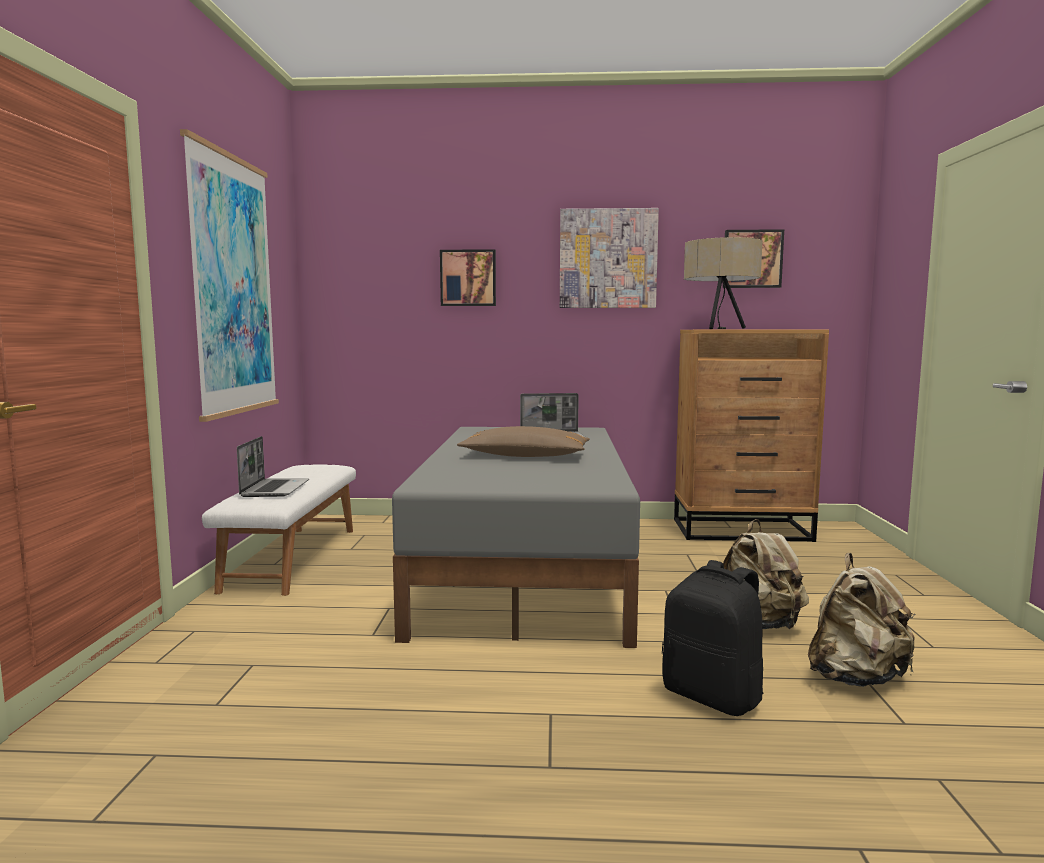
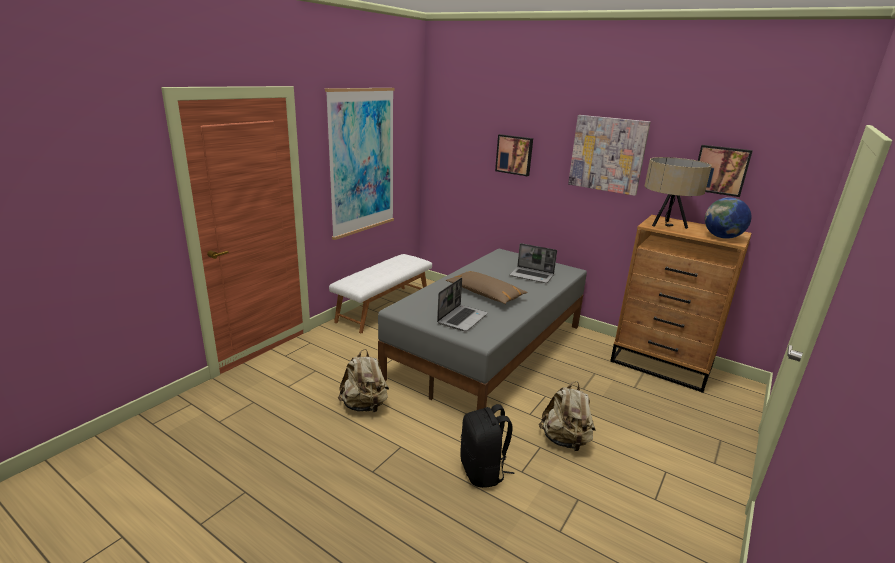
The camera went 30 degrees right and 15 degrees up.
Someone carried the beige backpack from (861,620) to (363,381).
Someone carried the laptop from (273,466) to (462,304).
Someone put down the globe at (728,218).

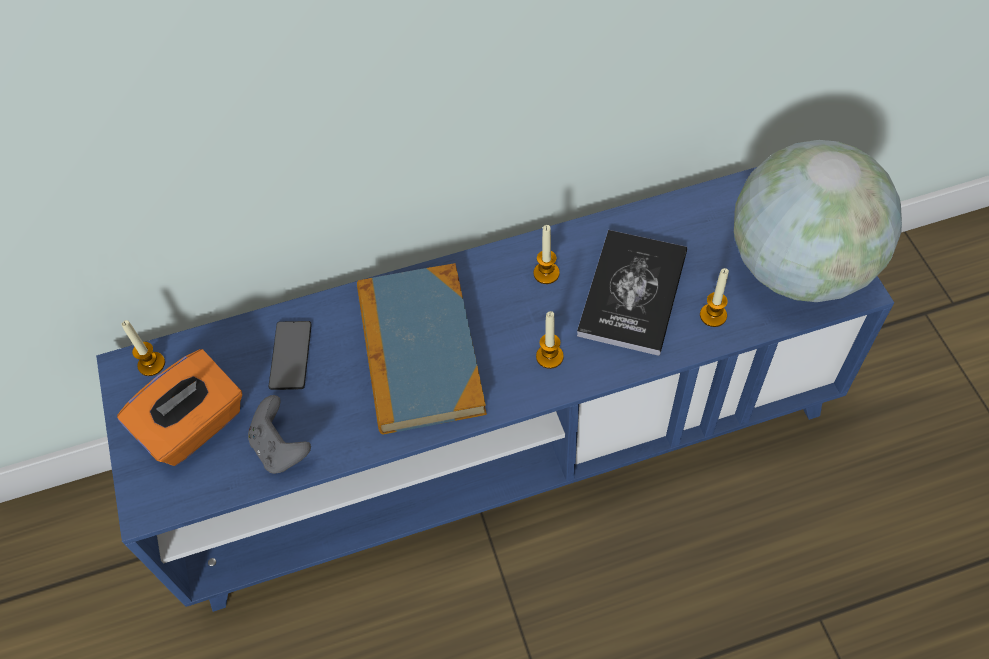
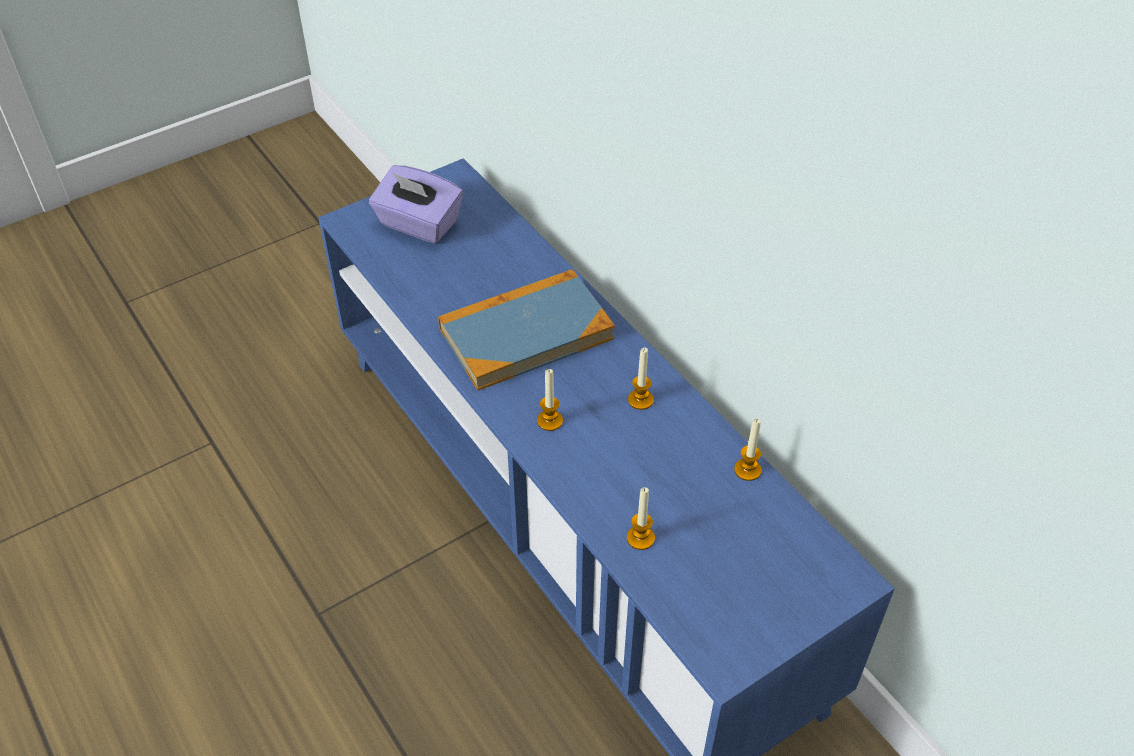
The camera went 70 degrees right and 10 degrees down.
Someone repainted the orange tissue box at (179,407), which became the purple tissue box at (416,204).
Someone carried the candle from (143,348) to (747,449).
Someone took away the grey game controller at (279,434).
Someone took away the phone at (290,355).
Someone took away the book at (632,293).
Someone took away the globe at (818,221).

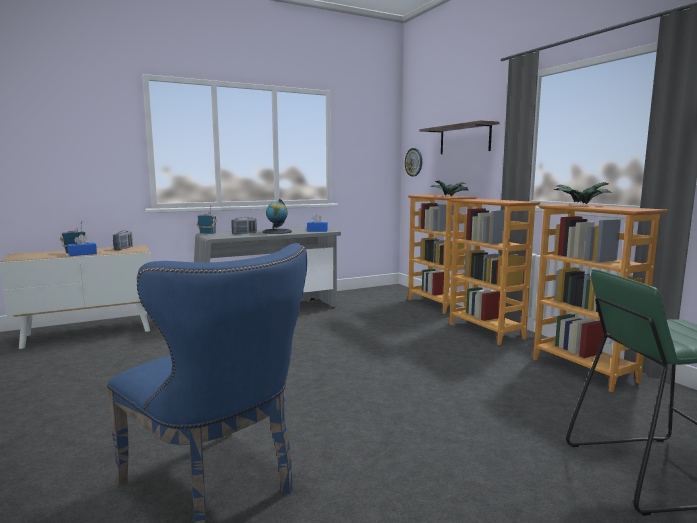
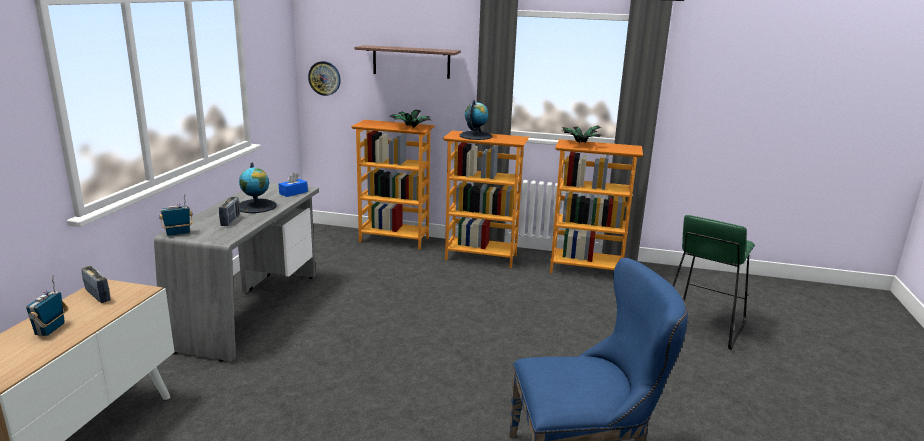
The camera went 50 degrees left and 10 degrees up.
Someone put down the globe at (476,120).
Someone took away the blue tissue box at (82,245).

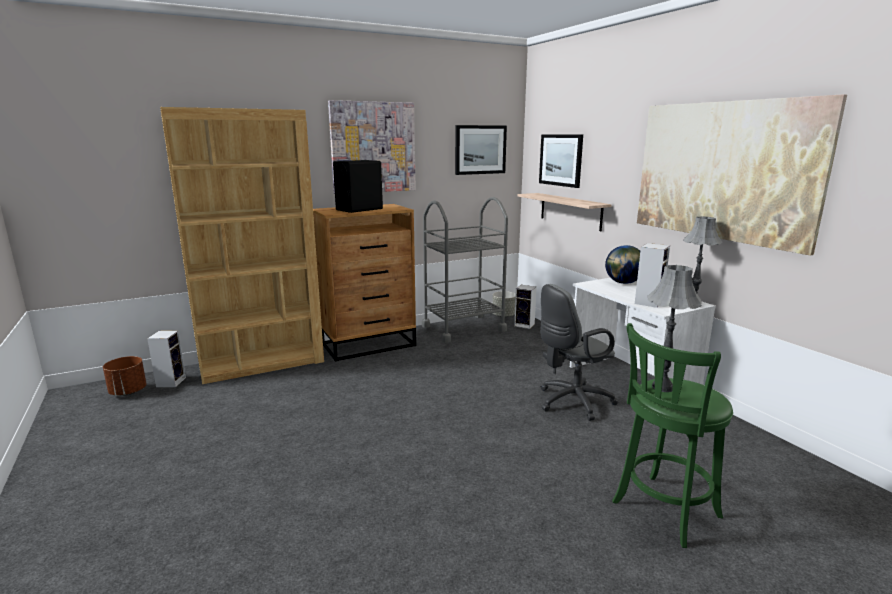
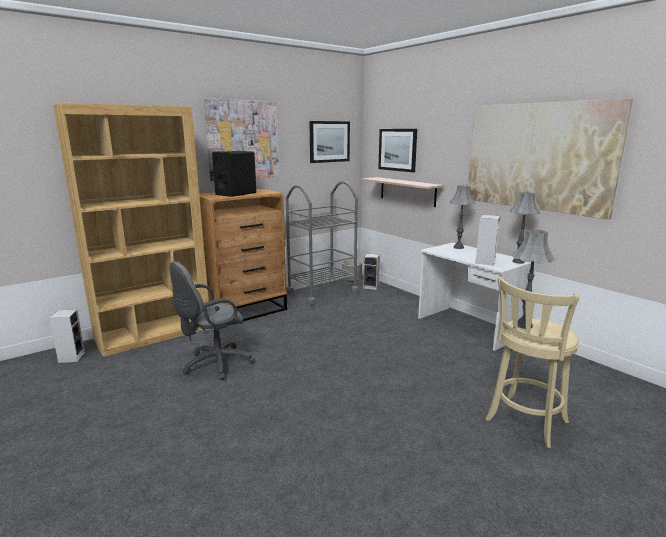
The camera went 10 degrees left and 0 degrees up.
Someone carried the grey office chair from (579,352) to (212,321).
Someone swapped the globe at (622,264) for the grey table lamp at (462,217).
Someone repainted the green stool at (672,435), which became the beige stool at (532,362).
Someone took away the brown planter at (124,376).

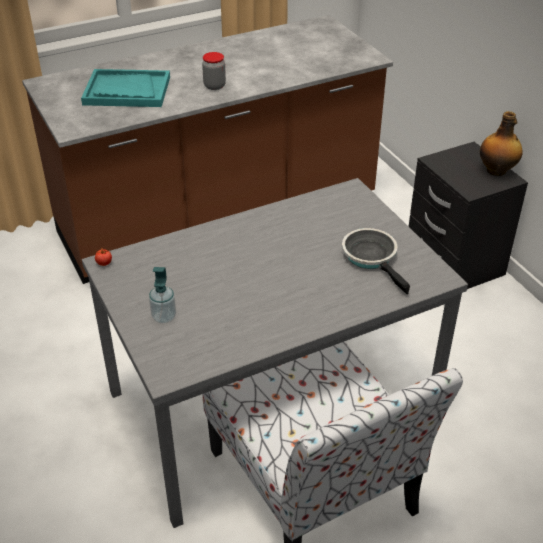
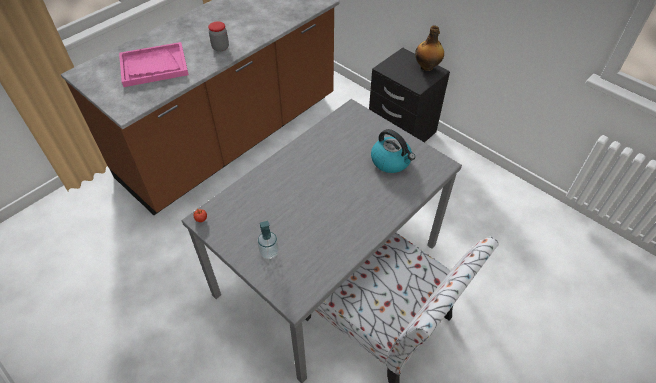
The camera went 20 degrees left and 10 degrees up.
Someone repainted the turquoise tray at (125,88), which became the pink tray at (154,64).
Someone swapped the frying pan at (376,261) for the kettle at (393,151).

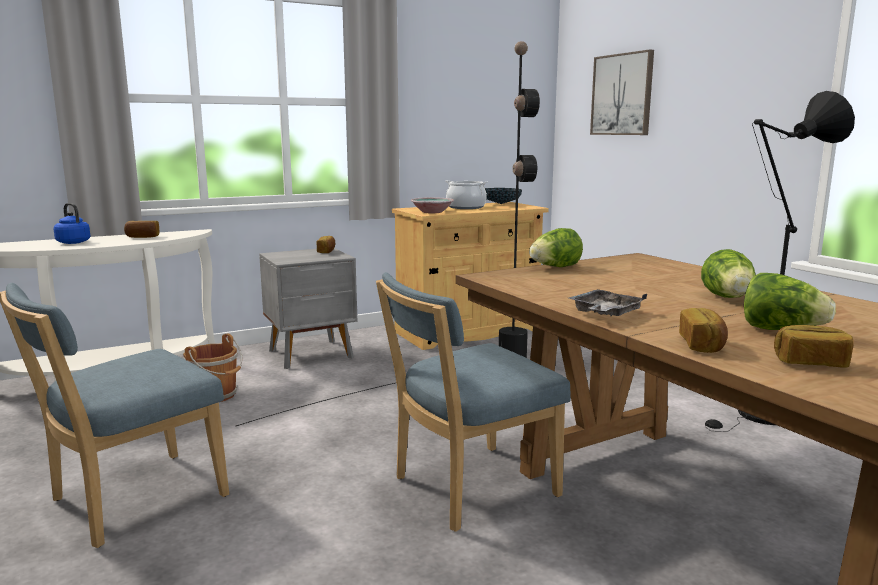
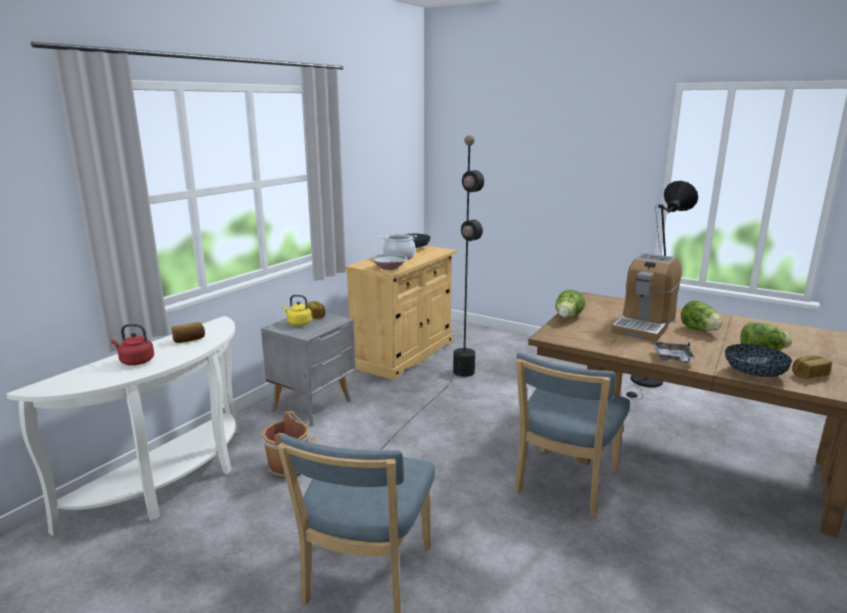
The camera went 30 degrees left and 5 degrees up.
Someone repainted the blue kettle at (72,223), which became the red kettle at (132,344).
Someone put down the yellow kettle at (297,310).
Someone put down the coffee machine at (646,297).
Someone swapped the bread at (703,330) for the bowl at (758,360).
Someone took away the picture at (622,92).

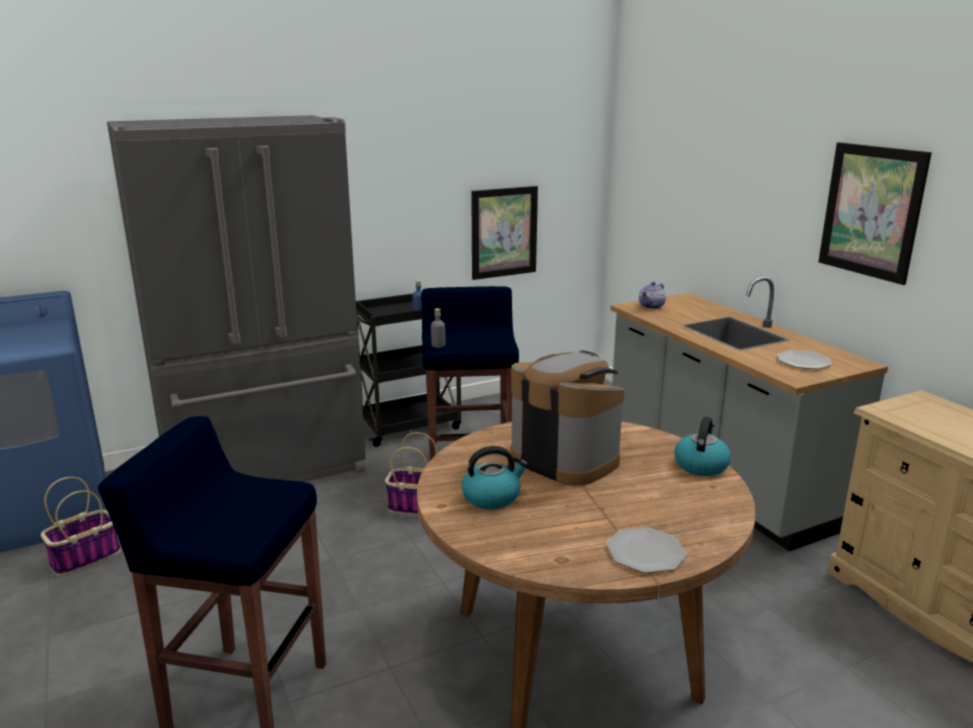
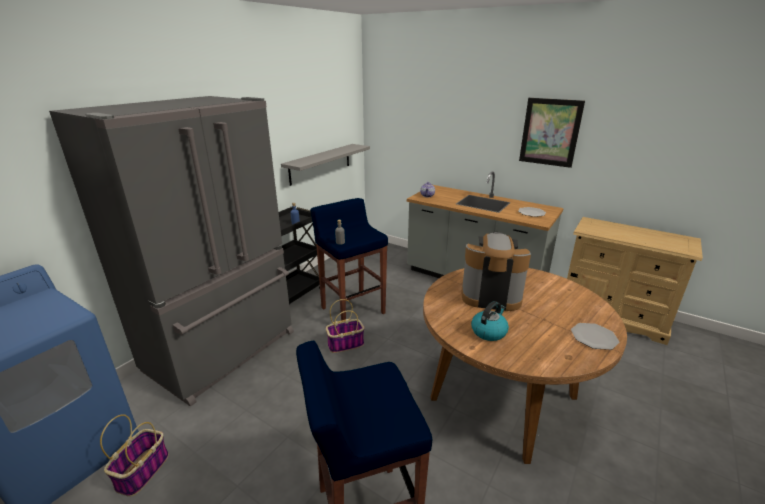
The camera went 30 degrees left and 5 degrees up.
Someone swapped the picture at (504,233) for the grey shelf at (325,165).
Someone took away the kettle at (703,446).

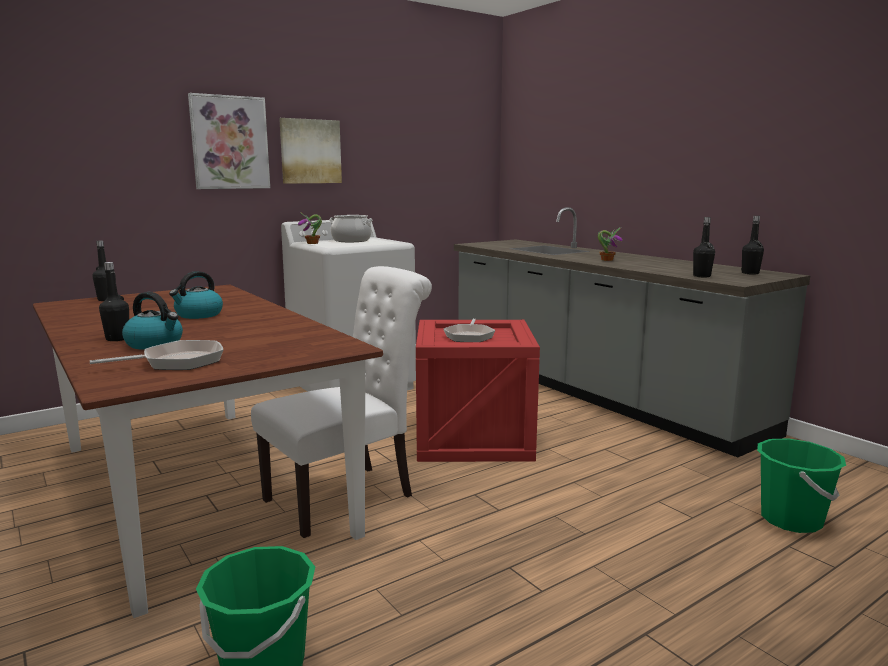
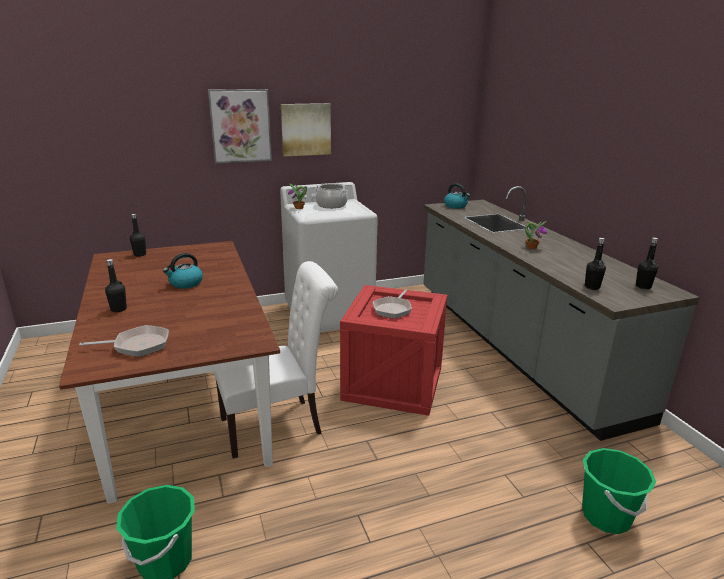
The camera went 15 degrees right and 10 degrees up.
Someone carried the kettle from (152,321) to (457,195).

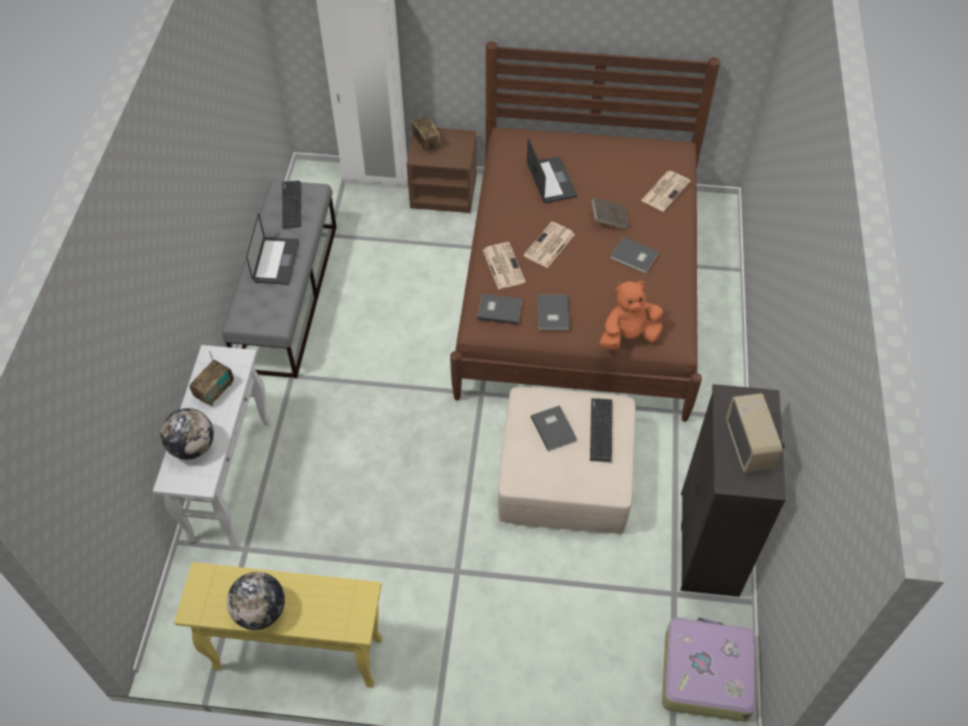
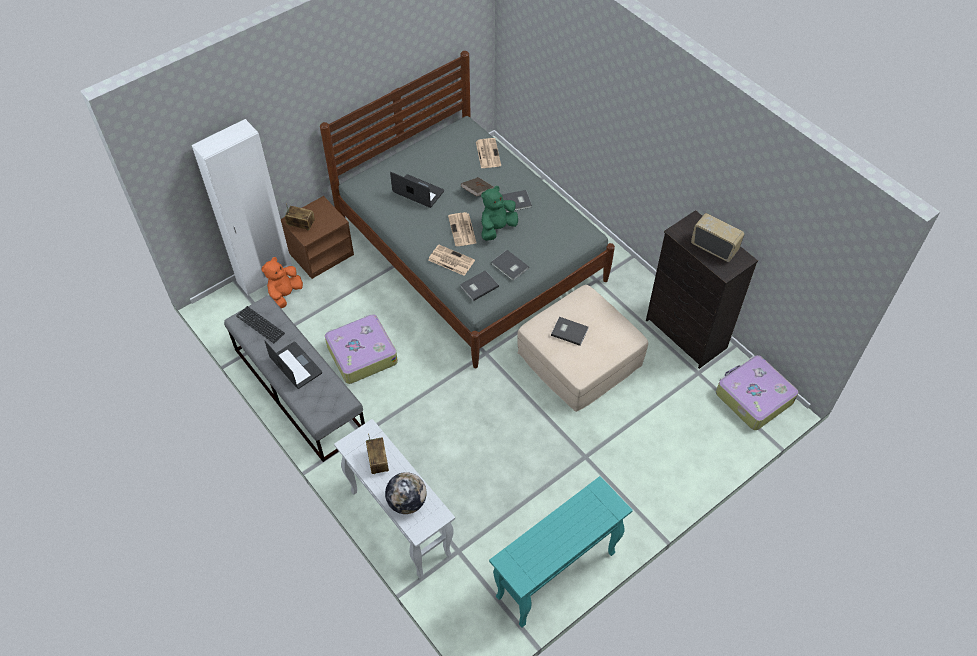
The camera went 45 degrees left and 0 degrees up.
Someone carried the orange plush toy from (631,315) to (282,282).
Someone repainted the brown bed at (585,231), which became the grey bed at (467,209).
Someone put down the suitcase at (361,349).
Someone put down the green plush toy at (499,213).
Someone repainted the yellow console table at (278,625), which became the turquoise console table at (561,552).
Someone took away the globe at (256,601).
Someone took away the keyboard at (601,430).

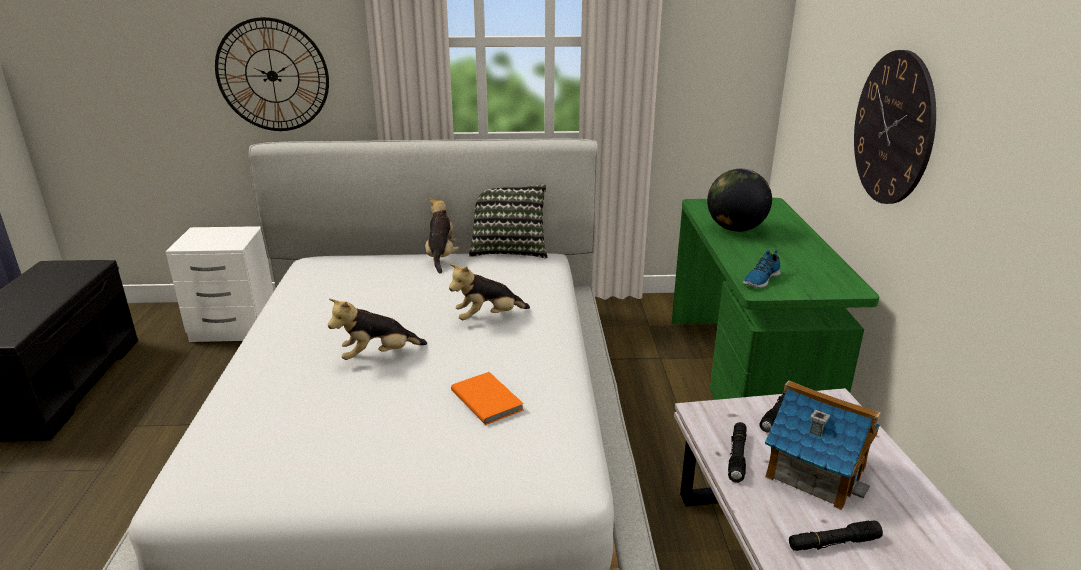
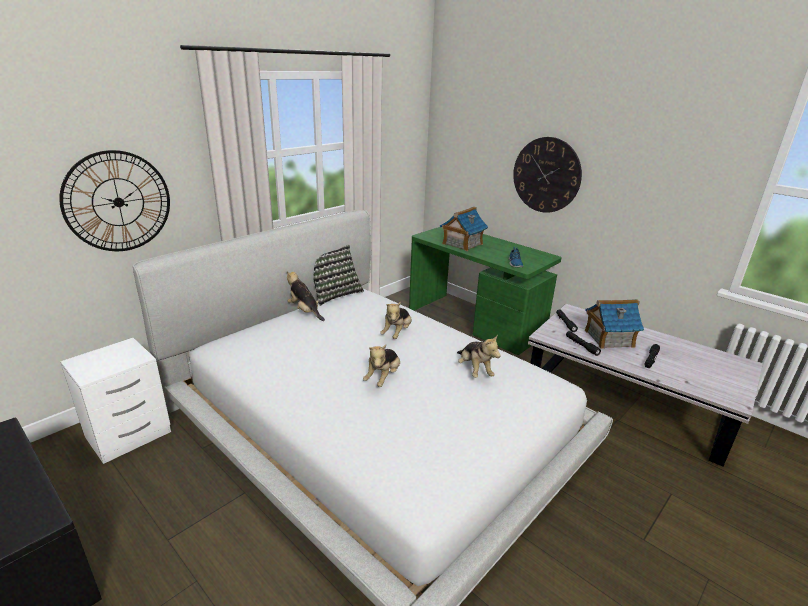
The camera went 45 degrees left and 0 degrees up.
Someone swapped the globe at (739,200) for the toy house at (464,229).
Someone swapped the orange book at (487,398) for the plush toy at (479,356).

